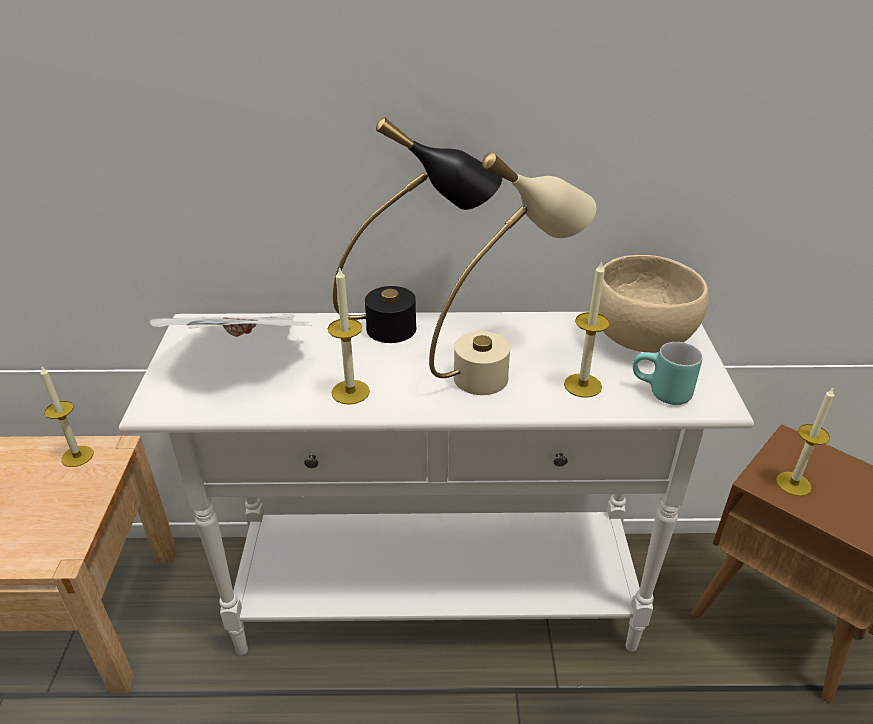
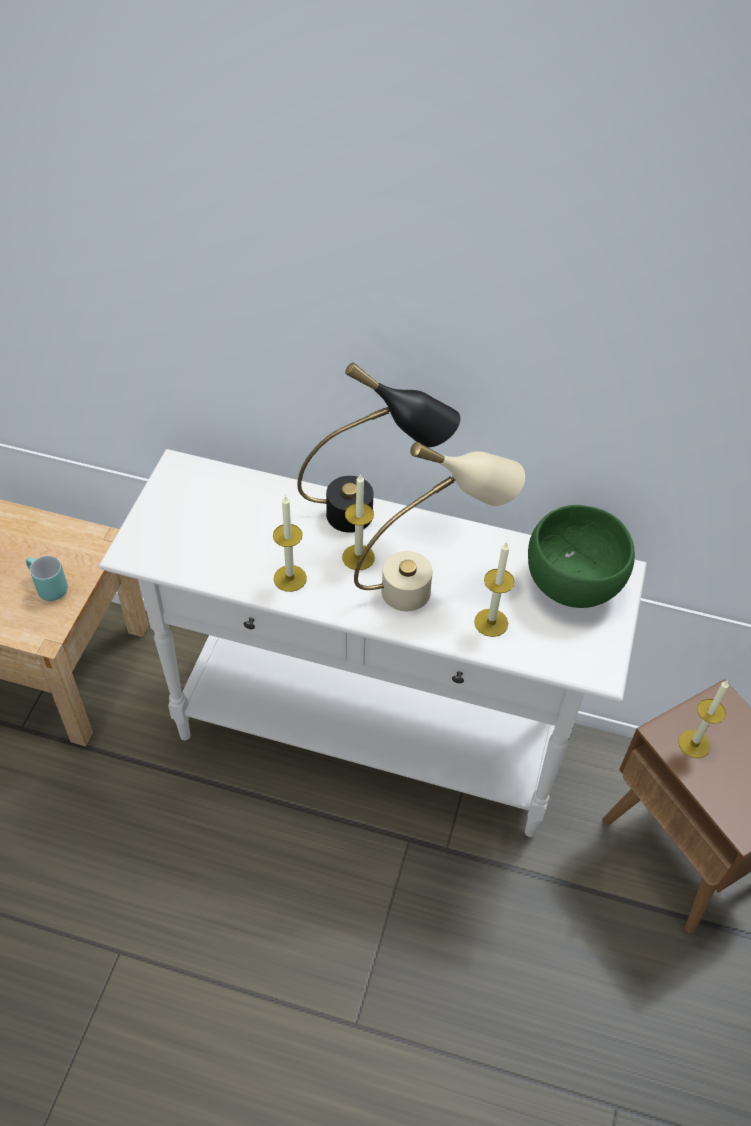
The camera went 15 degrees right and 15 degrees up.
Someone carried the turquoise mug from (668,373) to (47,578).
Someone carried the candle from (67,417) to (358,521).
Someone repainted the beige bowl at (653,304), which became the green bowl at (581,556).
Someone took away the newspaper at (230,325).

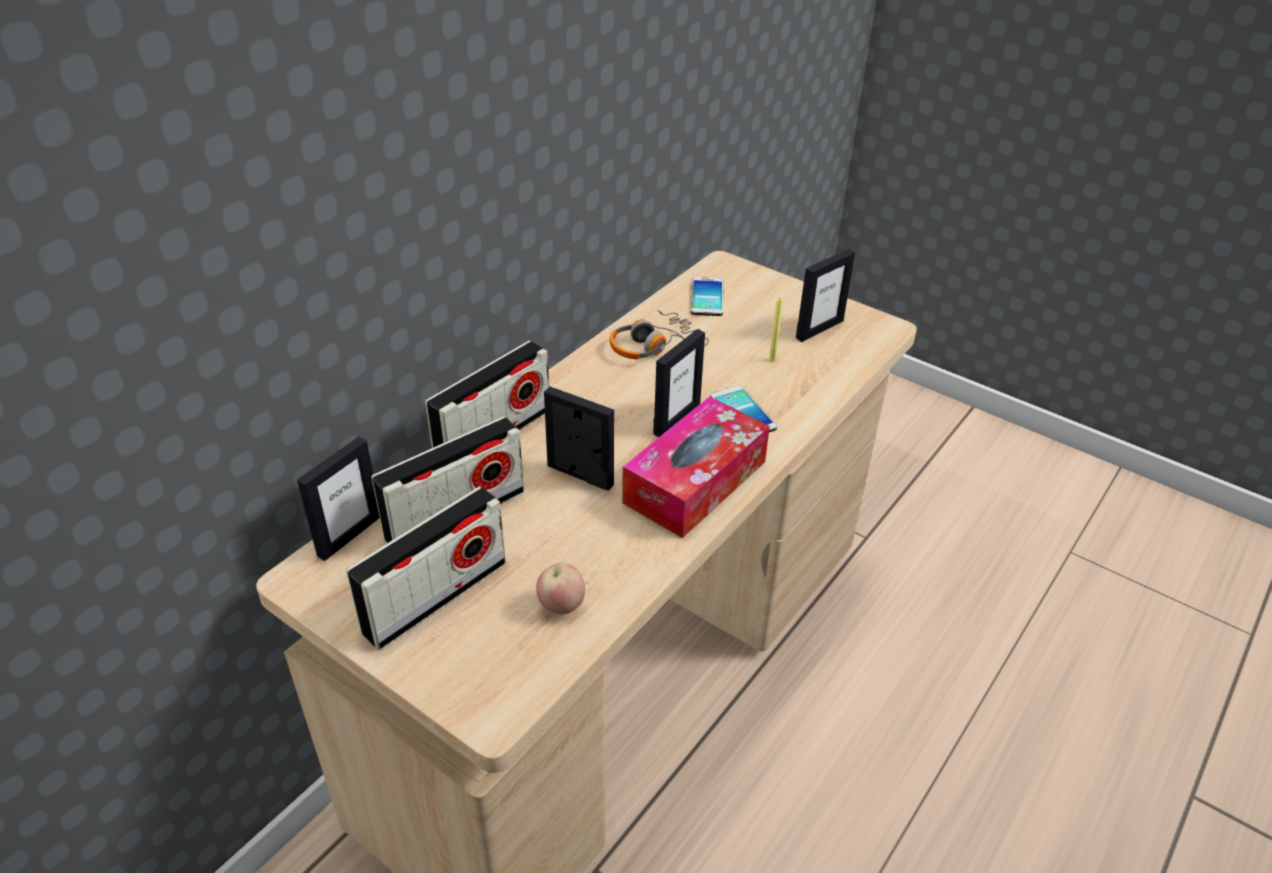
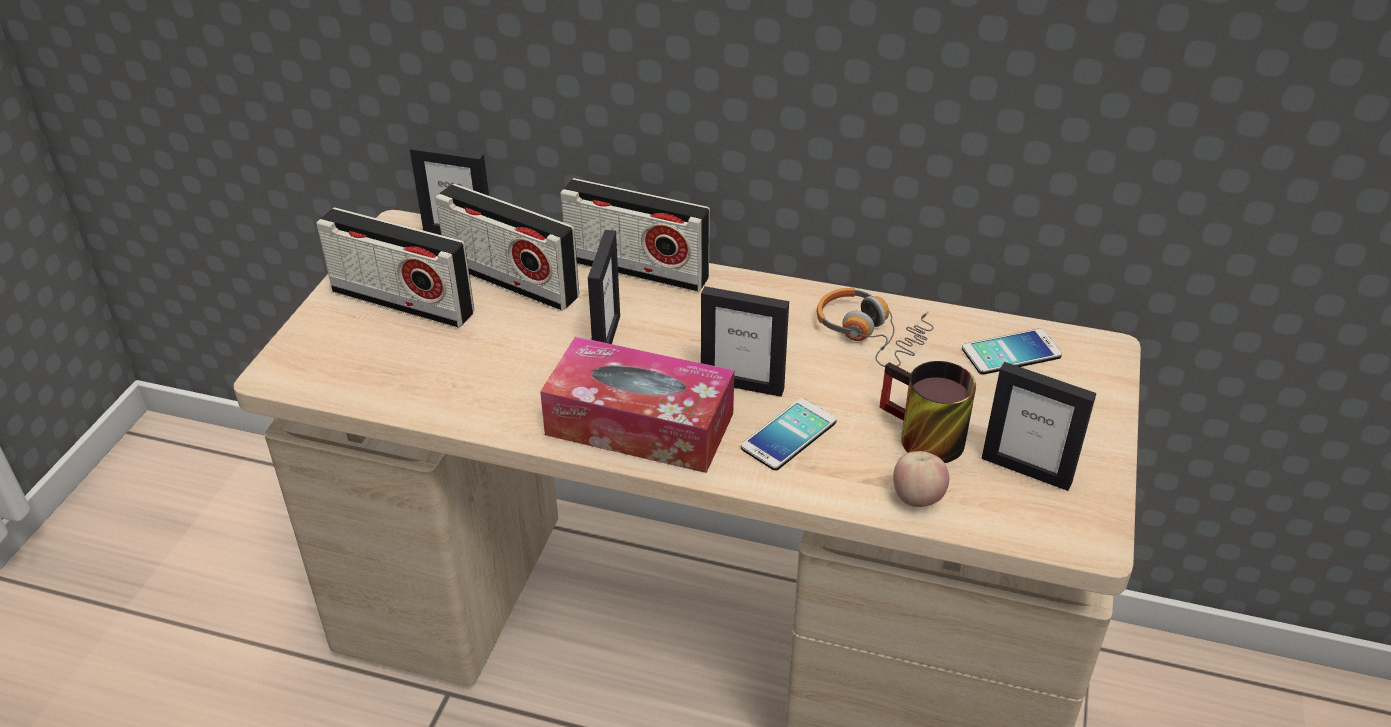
The camera went 70 degrees right and 0 degrees up.
Someone swapped the yellow candle at (776,330) for the mug at (928,412).
Someone carried the apple from (560,589) to (921,479).

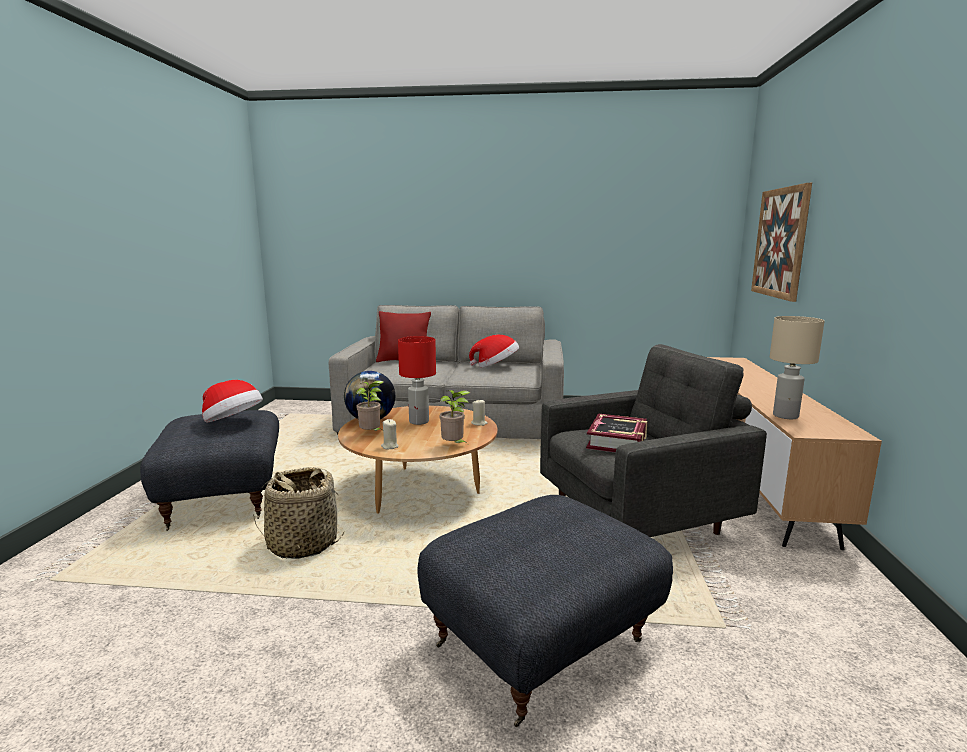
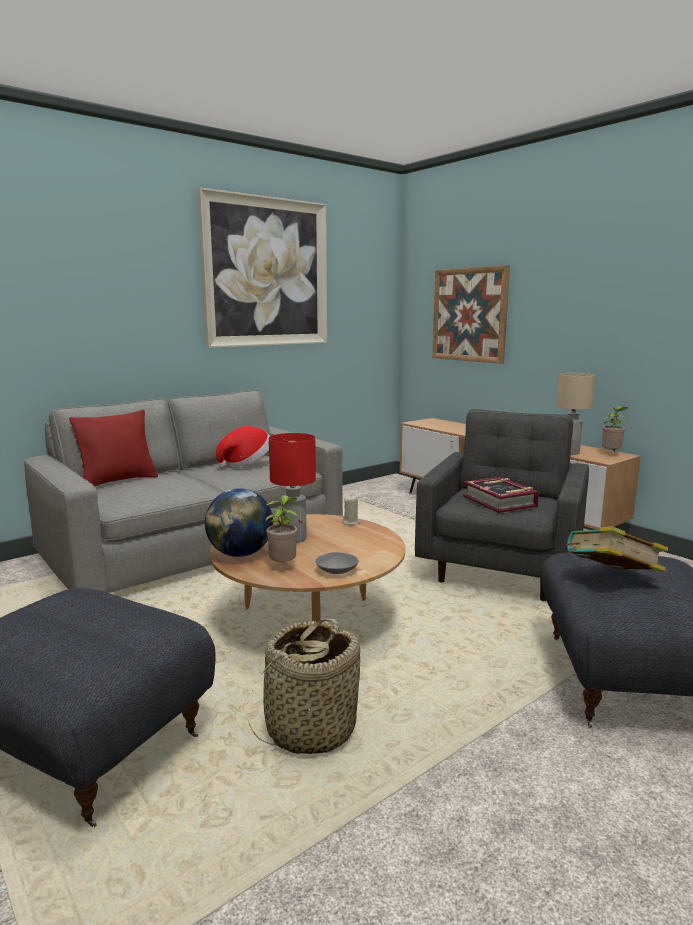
The camera went 45 degrees left and 0 degrees up.
Someone put up the picture at (262,267).
Someone swapped the beige candle at (390,434) for the grey bowl at (337,563).
Someone put down the book at (617,549).
Someone carried the potted plant from (455,416) to (614,428).
Someone took away the hat at (232,401).

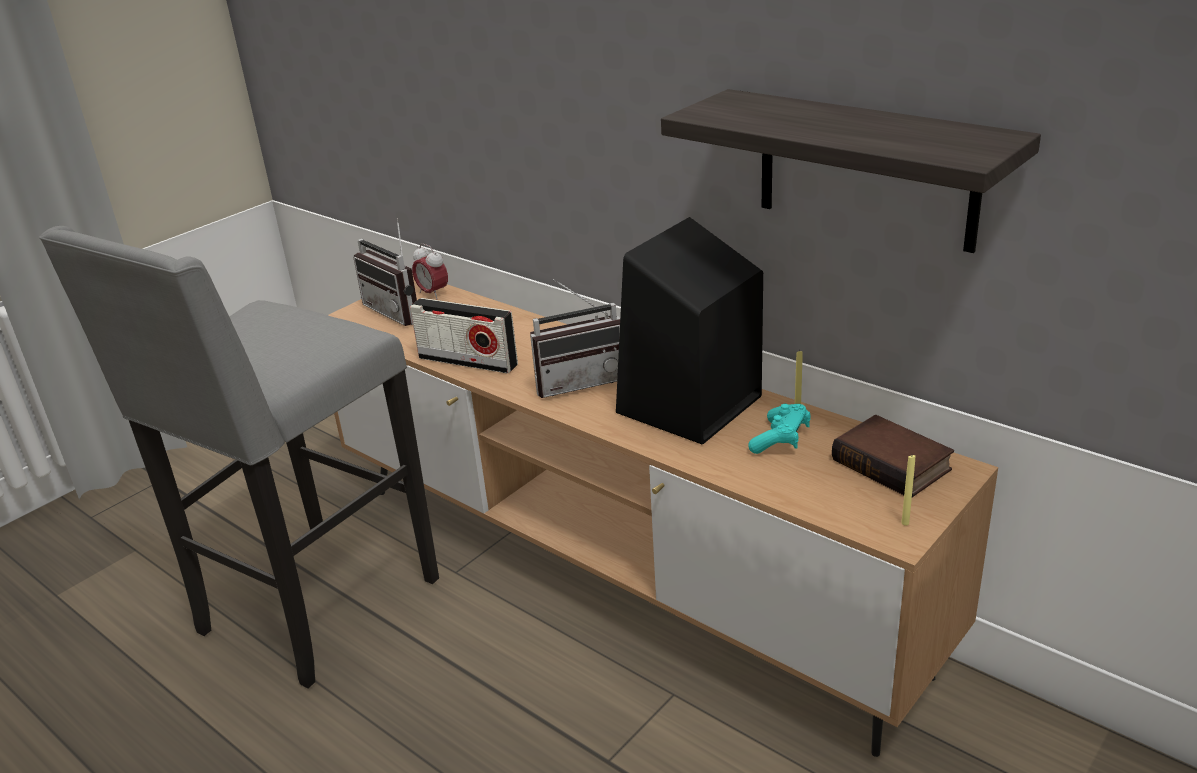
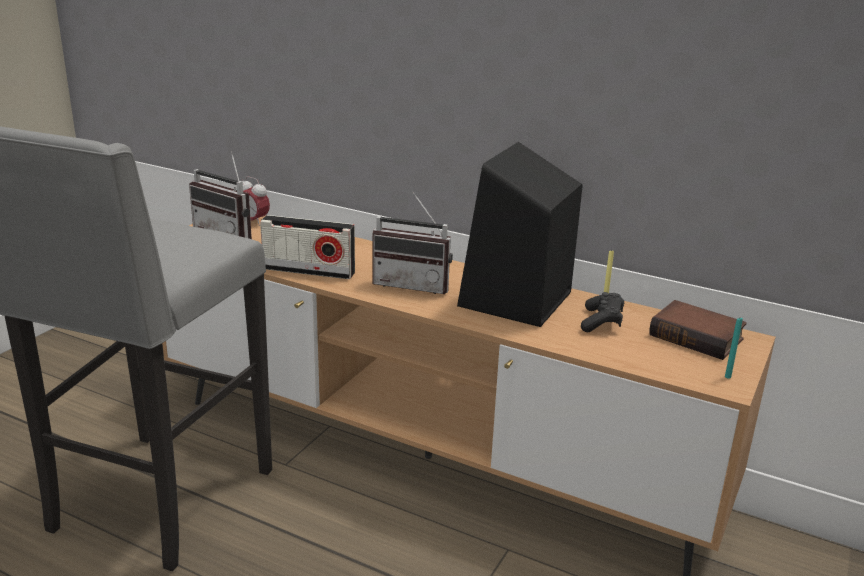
The camera went 15 degrees left and 5 degrees down.
Someone rotated the radio at (575,338) by 45 degrees clockwise.
Someone repainted the turquoise game controller at (779,429), which became the black game controller at (602,312).
Someone repainted the yellow candle at (908,490), which became the turquoise candle at (734,348).
Someone took away the shelf at (851,171).

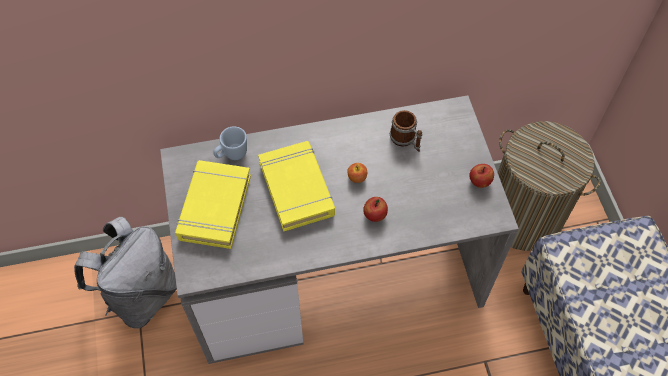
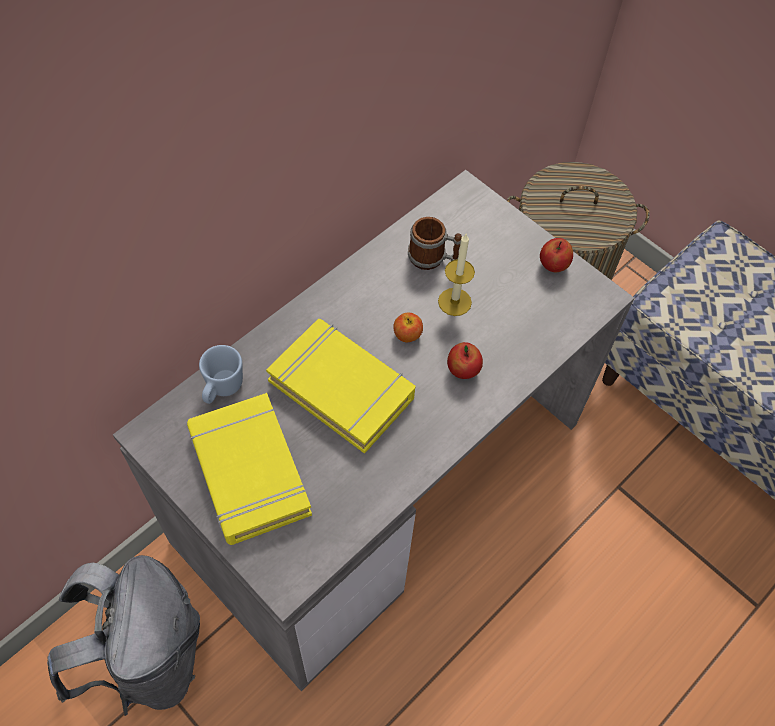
The camera went 35 degrees left and 0 degrees up.
Someone put down the candle at (456,275).

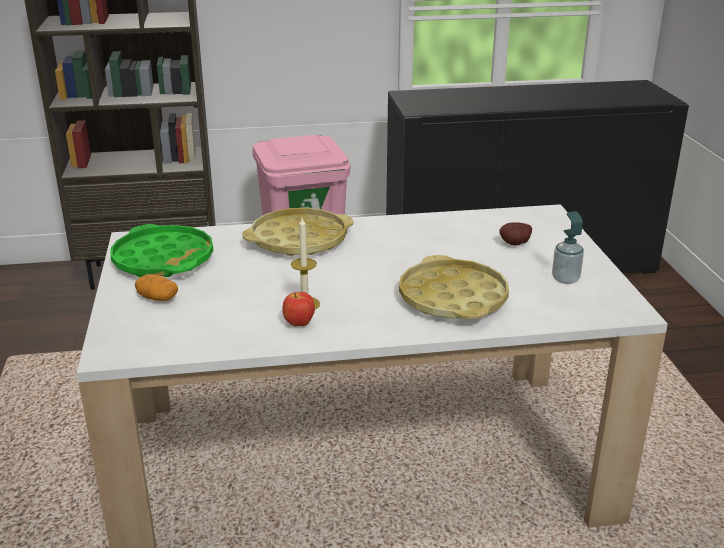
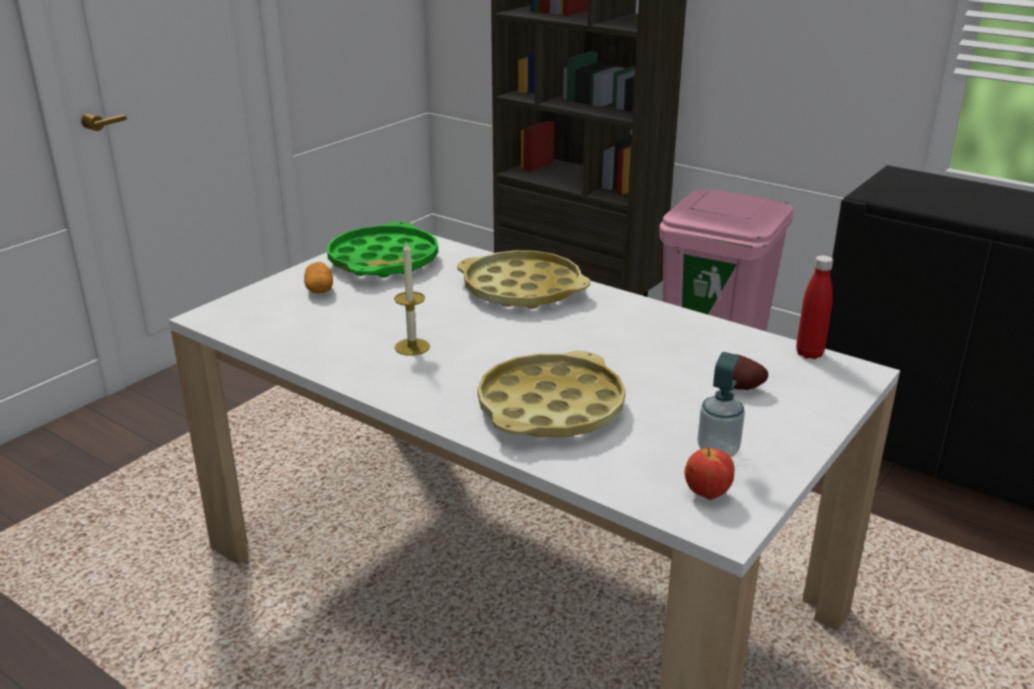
The camera went 45 degrees right and 0 degrees up.
Someone carried the apple from (298,309) to (709,474).
Someone put down the red bottle at (814,307).

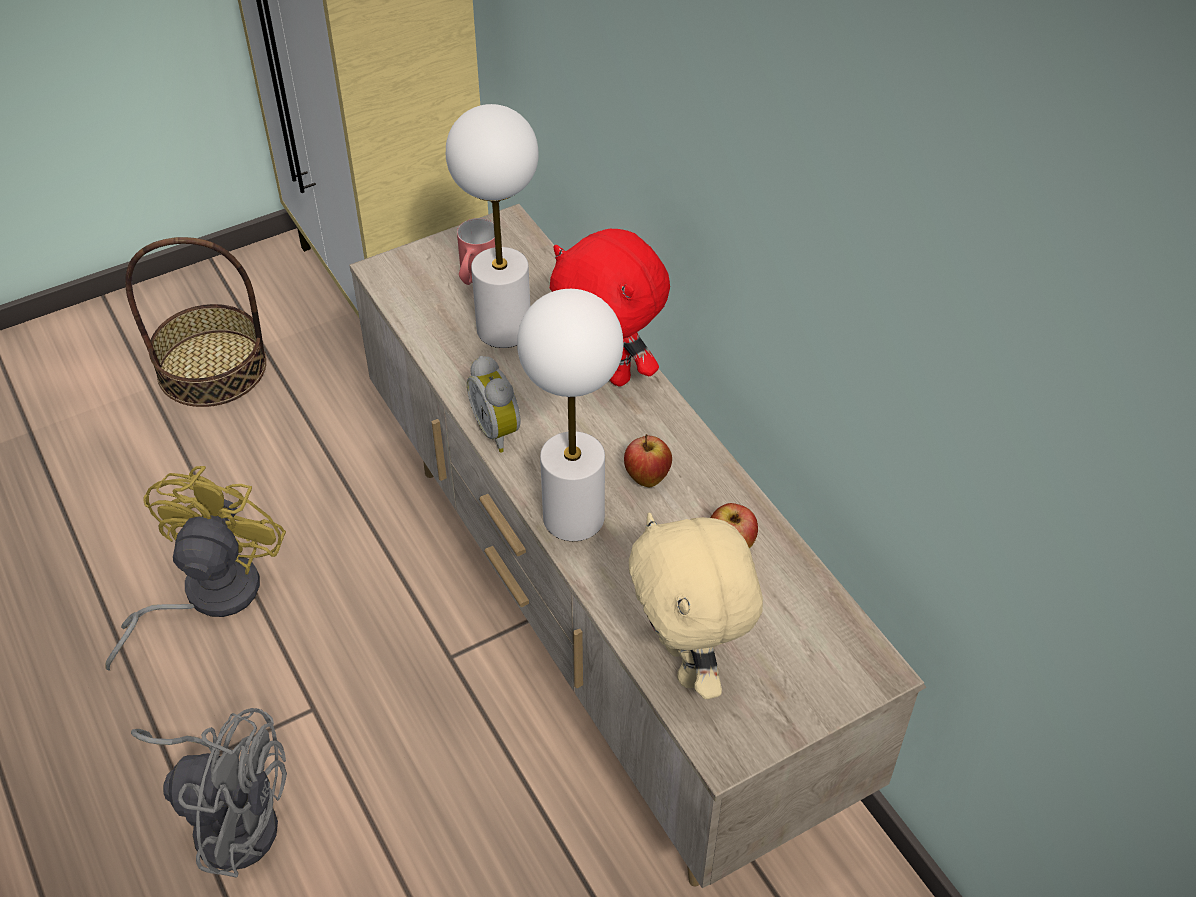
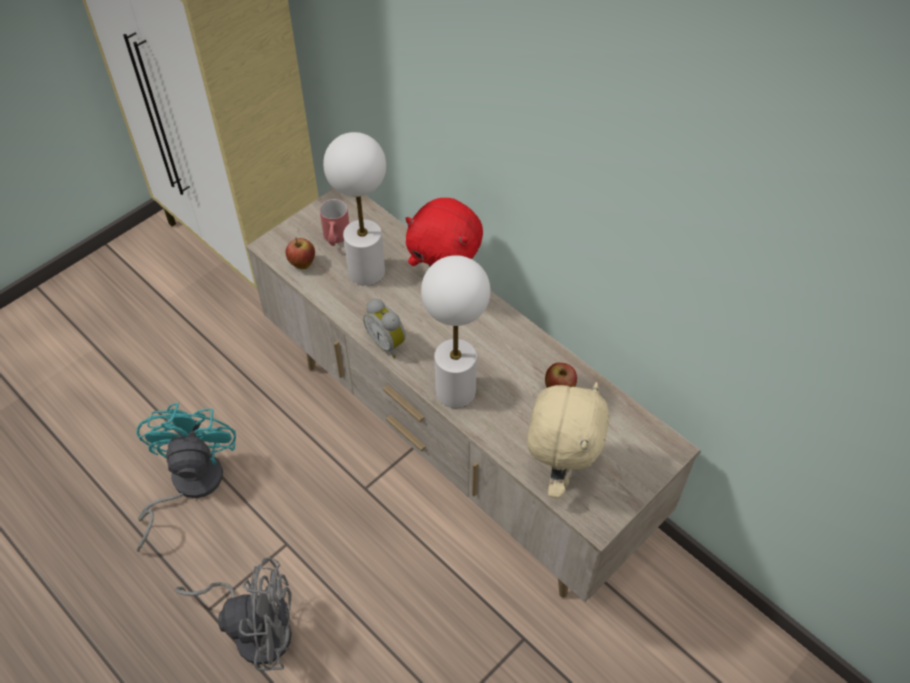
The camera went 15 degrees left and 5 degrees up.
Someone repainted the yellow fan at (195,568), which became the turquoise fan at (186,477).
Someone carried the apple from (648,460) to (300,253).
Someone rotated the beige plush toy at (696,606) by 135 degrees counterclockwise.
Someone took away the basket at (195,322).

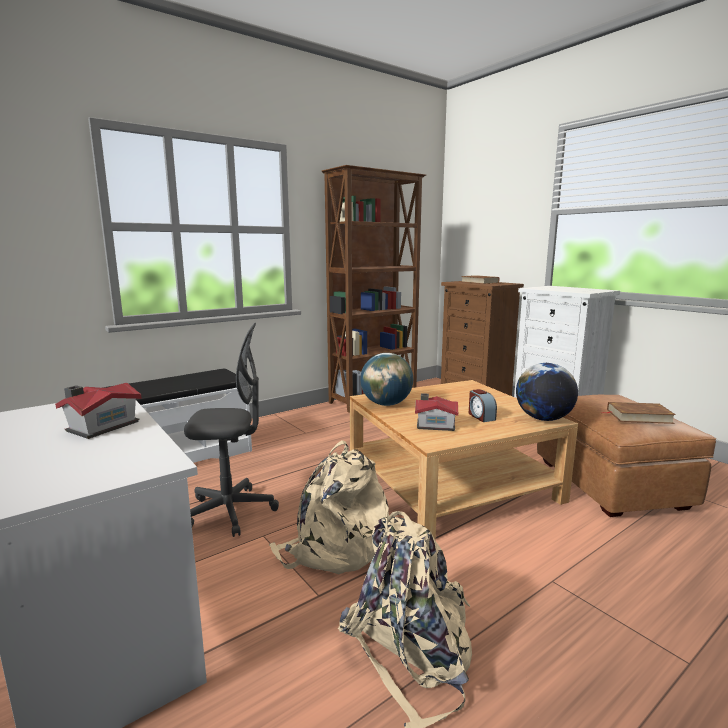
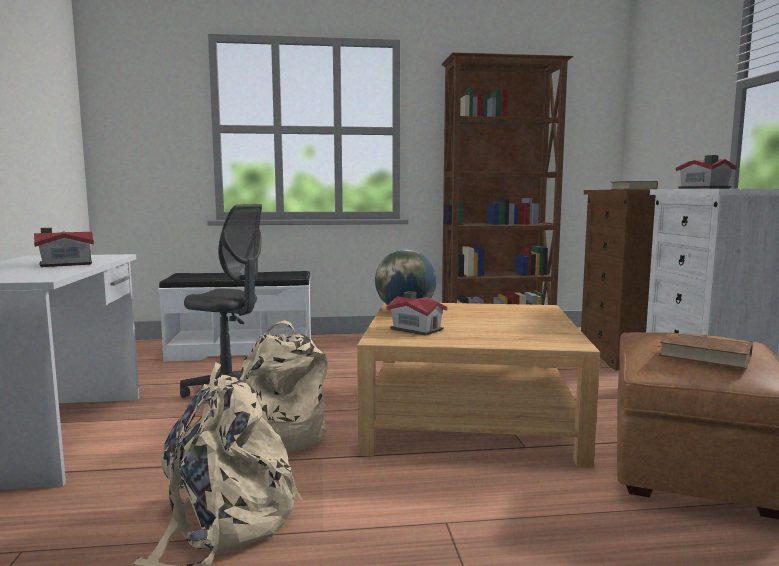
The camera went 30 degrees right and 5 degrees down.
Someone put down the toy house at (706,172).
Someone took away the alarm clock at (483,405).
Someone took away the globe at (547,392).

